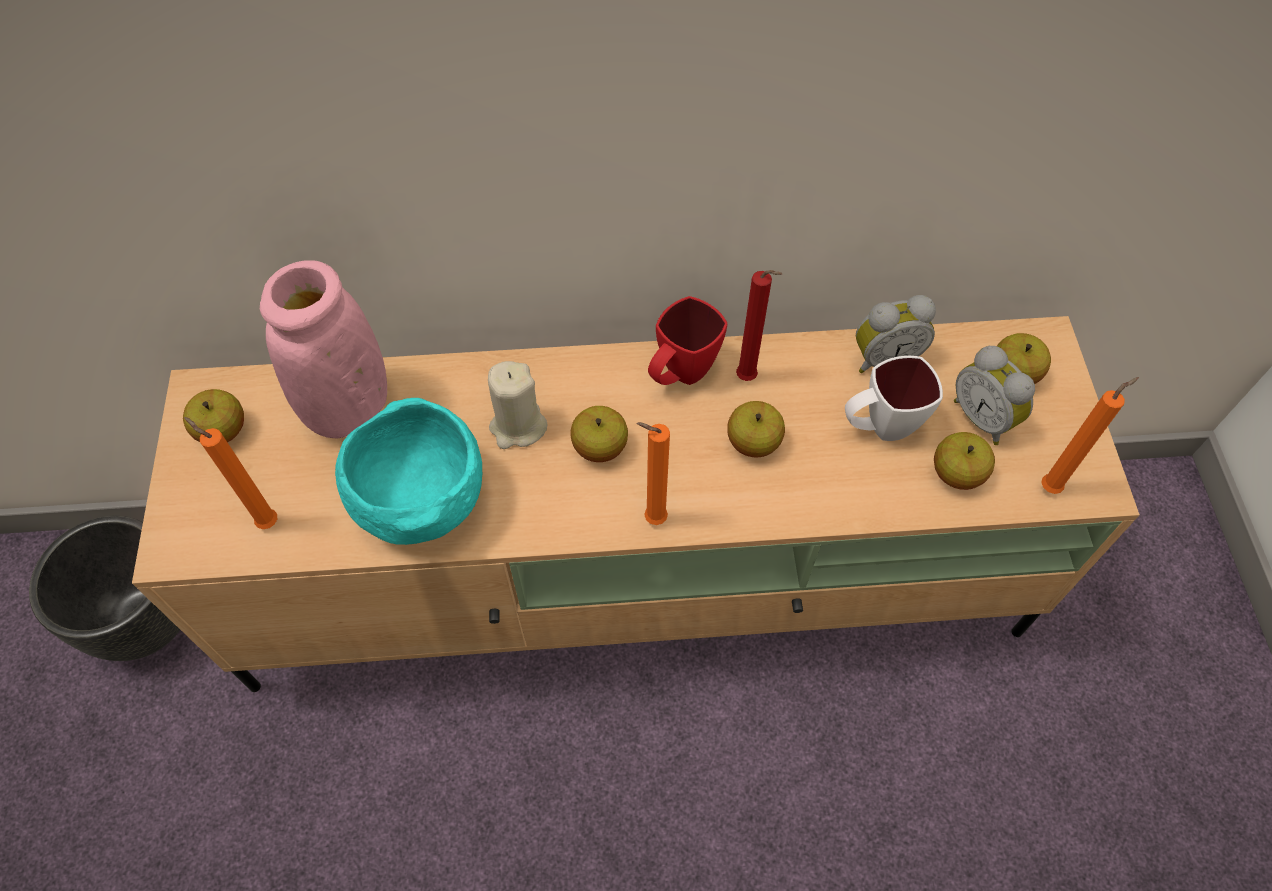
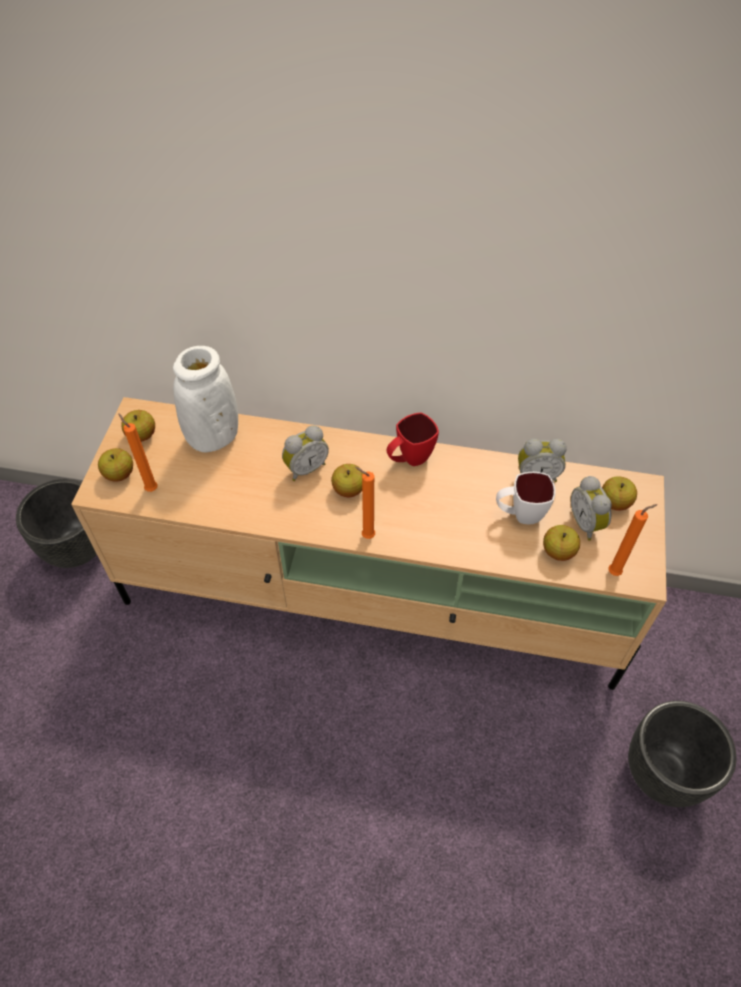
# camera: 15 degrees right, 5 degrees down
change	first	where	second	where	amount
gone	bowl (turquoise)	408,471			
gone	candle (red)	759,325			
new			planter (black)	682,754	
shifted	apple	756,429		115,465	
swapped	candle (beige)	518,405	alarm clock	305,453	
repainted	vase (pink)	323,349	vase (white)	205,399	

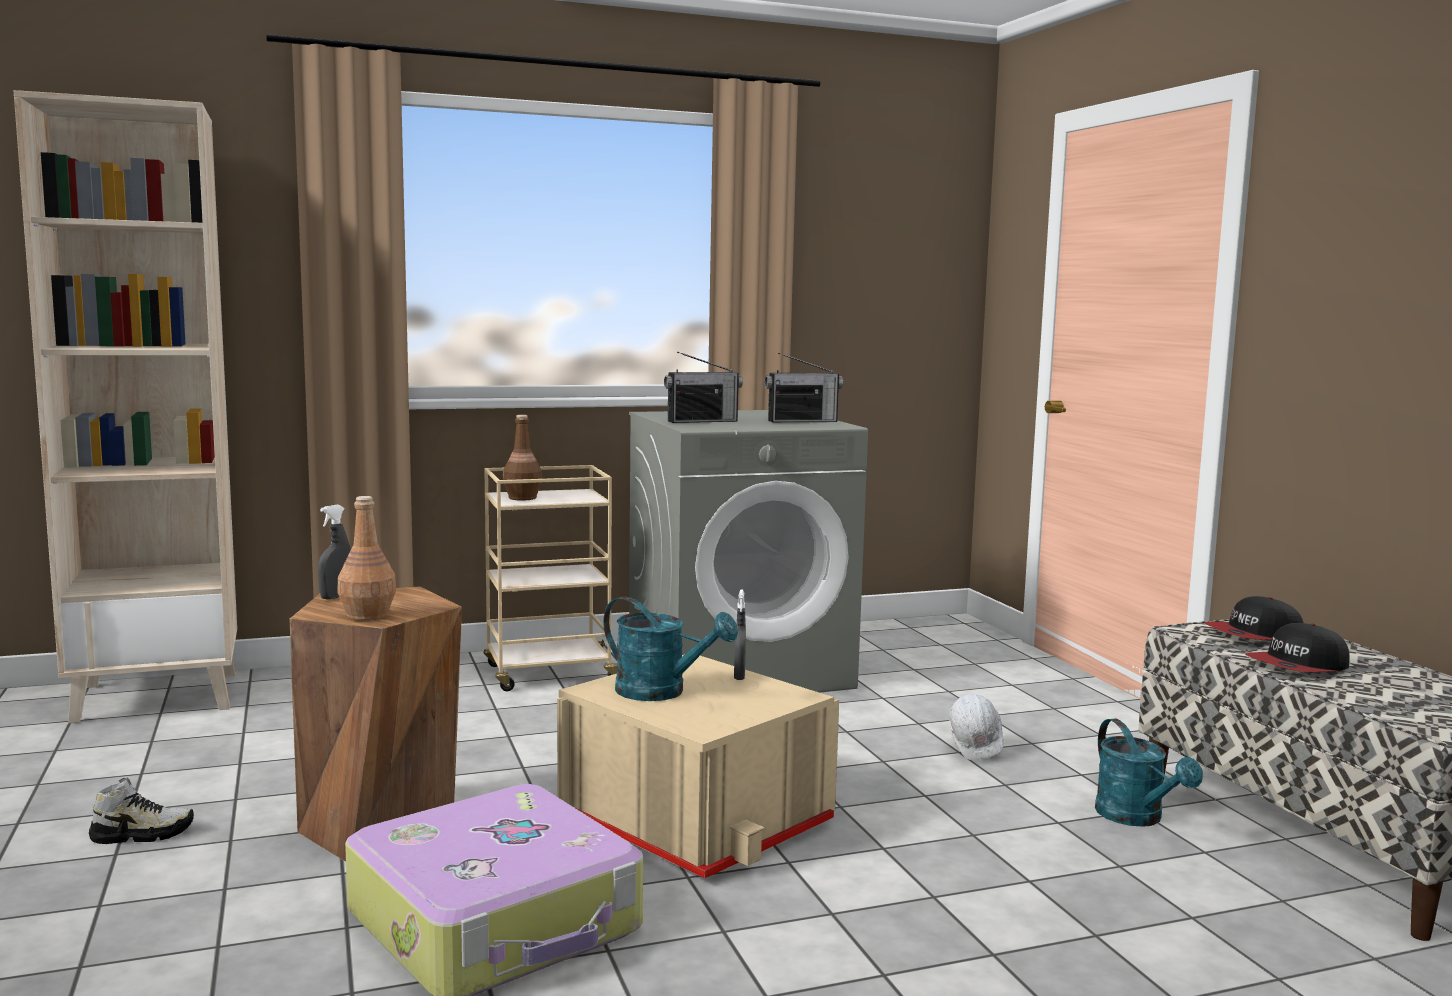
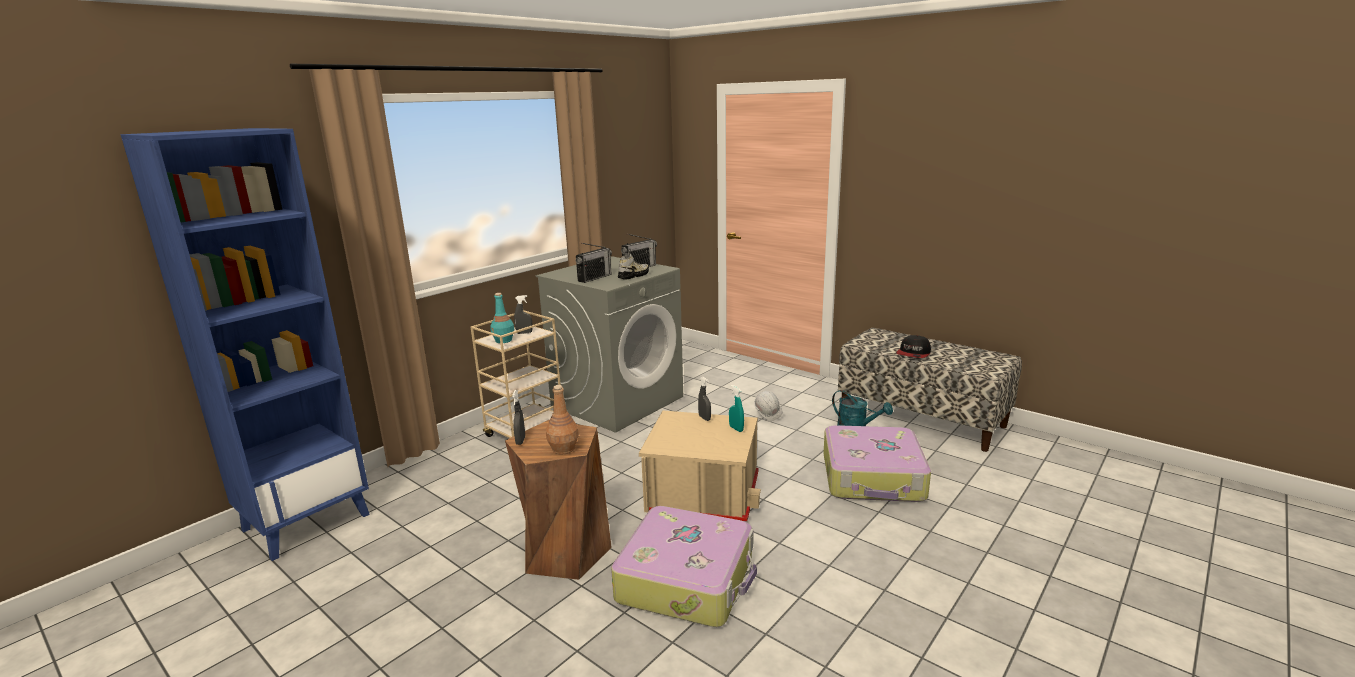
# camera: 30 degrees left, 10 degrees up
change	first	where	second	where	amount
gone	watering can (turquoise)	670,648			
gone	cap	1253,618			
new			spray bottle (grey)	523,314	
new			spray bottle (turquoise)	736,408	
new			suitcase	877,463	
shifted	shoe	141,810		633,266	
repainted	bookcase (beige)	125,407	bookcase (blue)	245,344	
repainted	bottle (brown)	522,458	bottle (turquoise)	502,318	

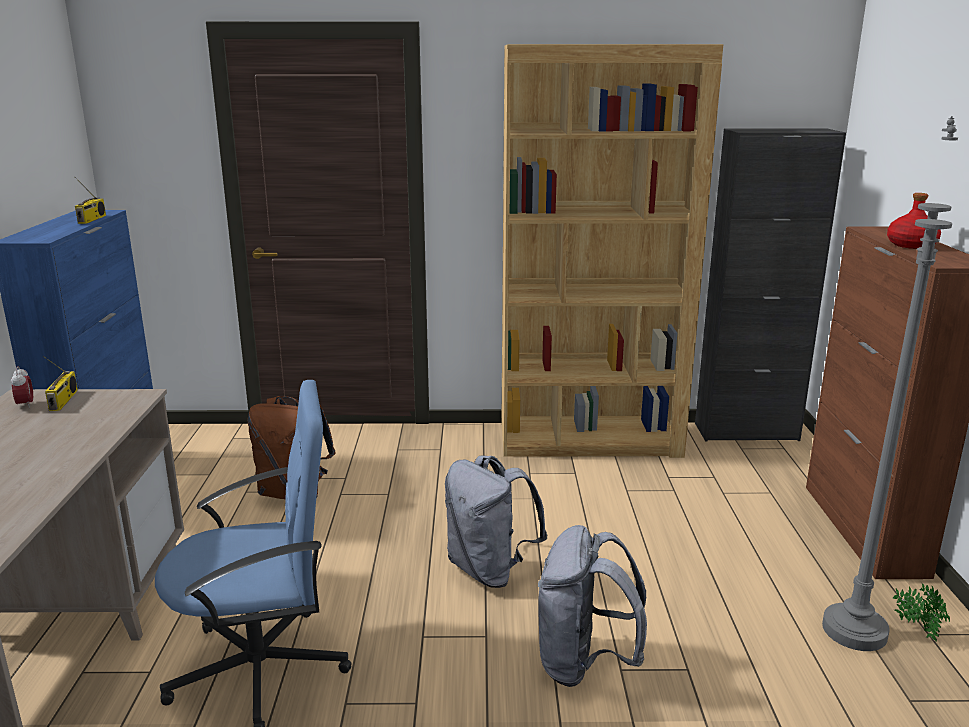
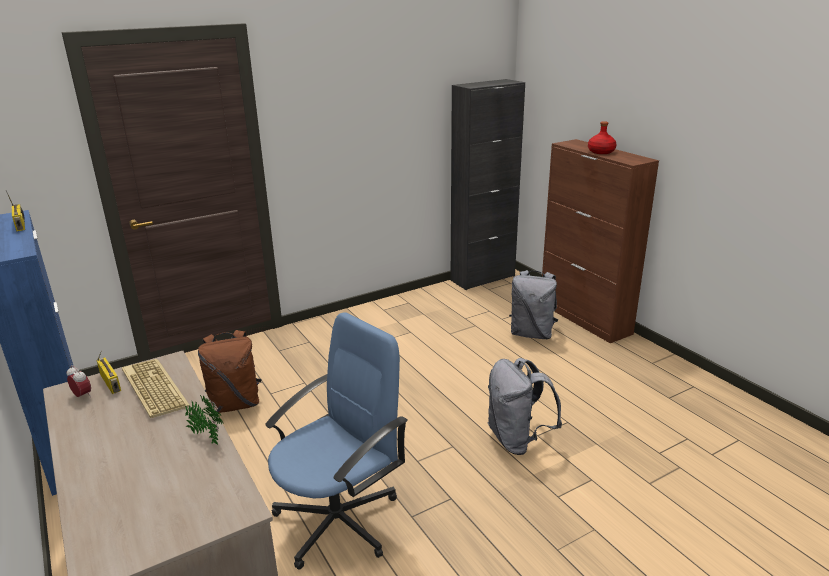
# camera: 30 degrees left, 5 degrees up
change	first	where	second	where	amount
gone	bookcase (brown)	612,251			
gone	floor lamp (grey)	890,383			
new			keyboard	156,388	
shifted	backpack (grey)	496,521		533,304	
shifted	potted plant	921,612		204,419	

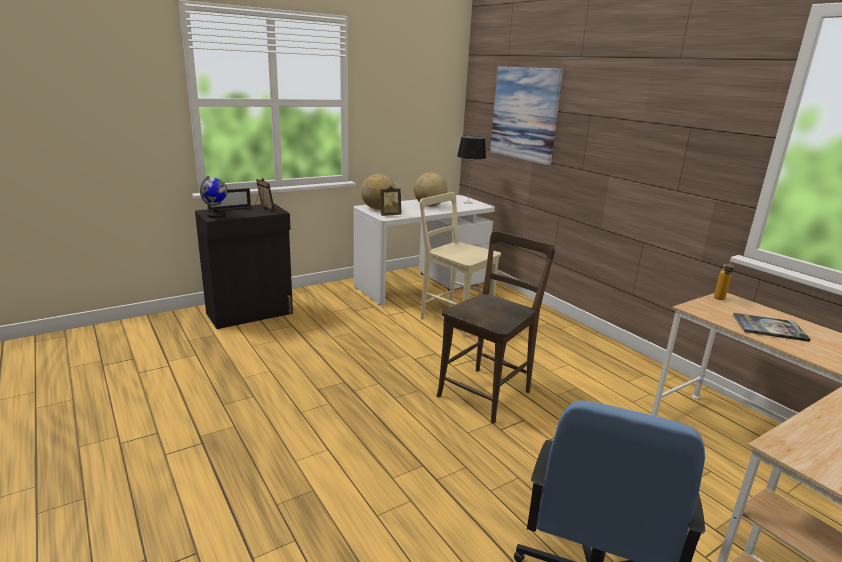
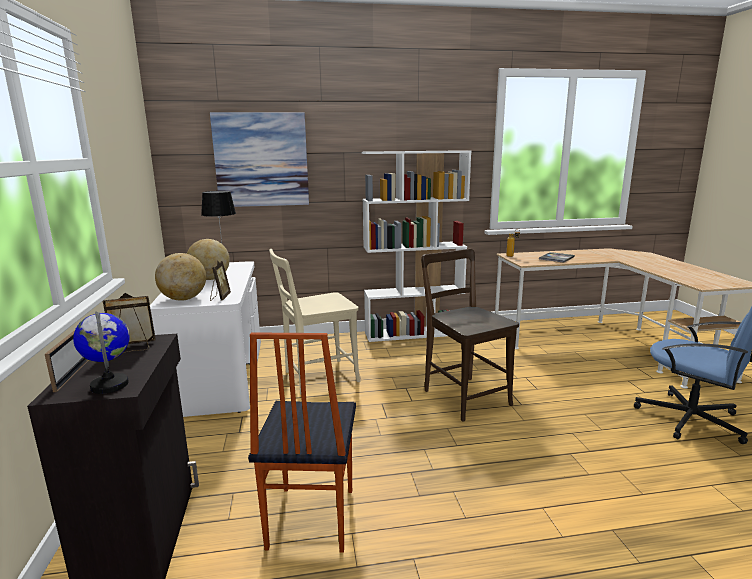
# camera: 65 degrees left, 5 degrees down
change	first	where	second	where	amount
new			chair	302,442	
new			bookcase (white)	416,246	

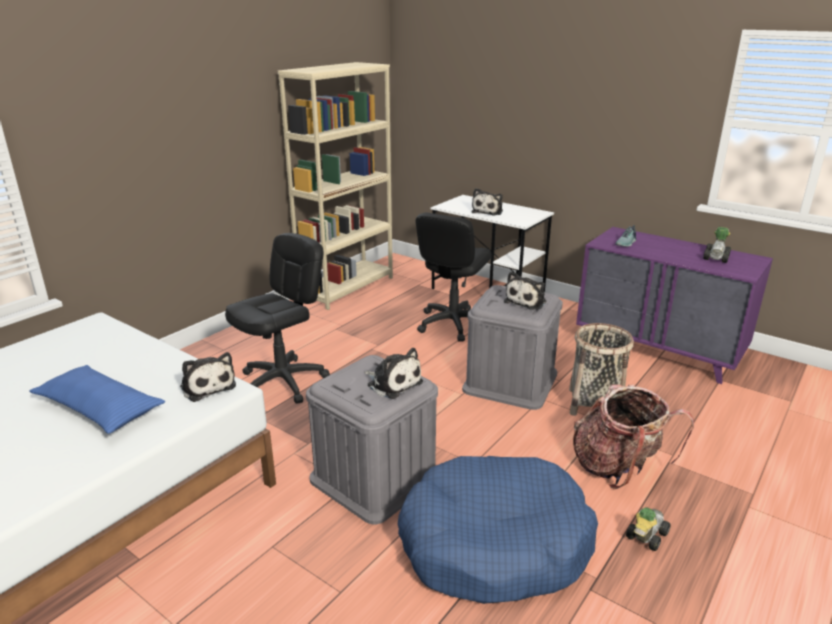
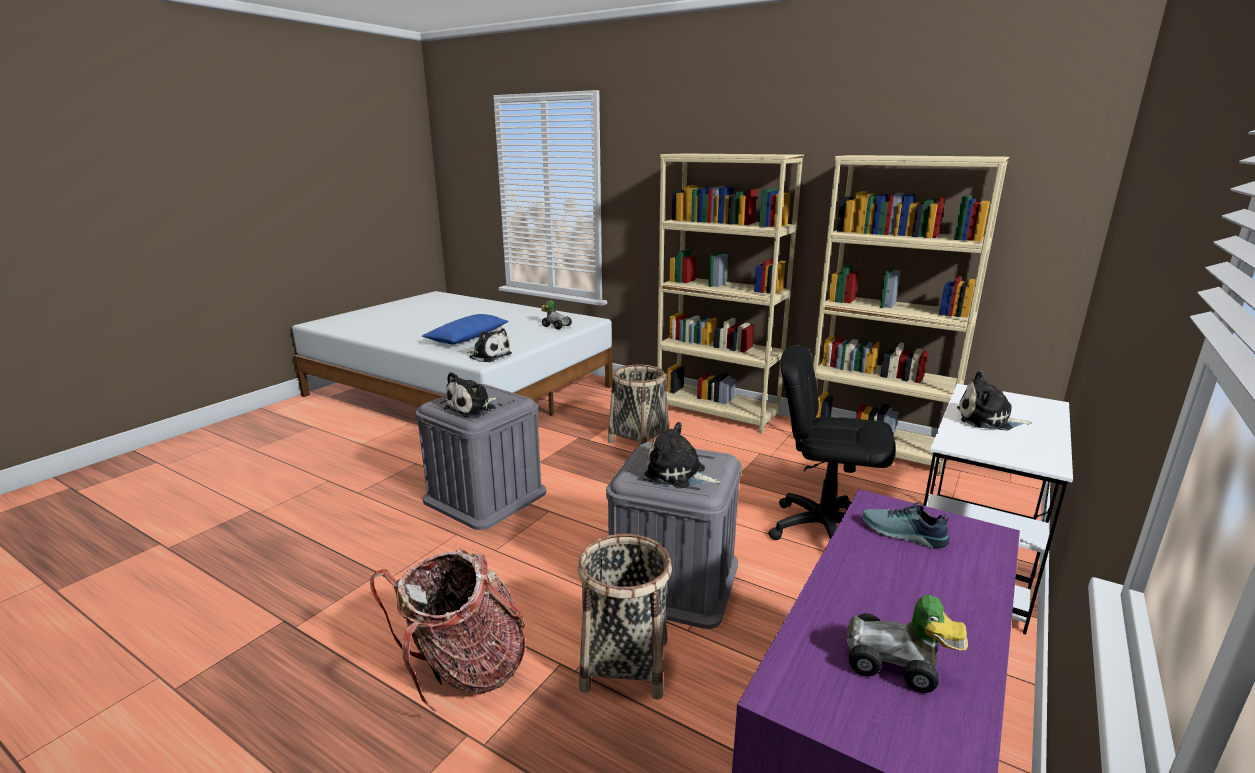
# camera: 85 degrees right, 5 degrees down
change	first	where	second	where	amount
gone	dog bed (blue)	498,530			
new			bookcase (beige)	730,293	
shifted	toy car	648,529		556,314	
swapped	office chair (black)	277,318	basket	638,405	
rotated	plush toy	208,377		489,345	105 degrees counterclockwise

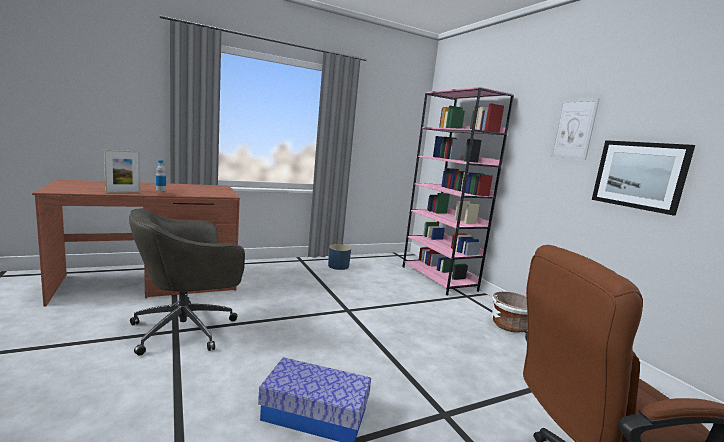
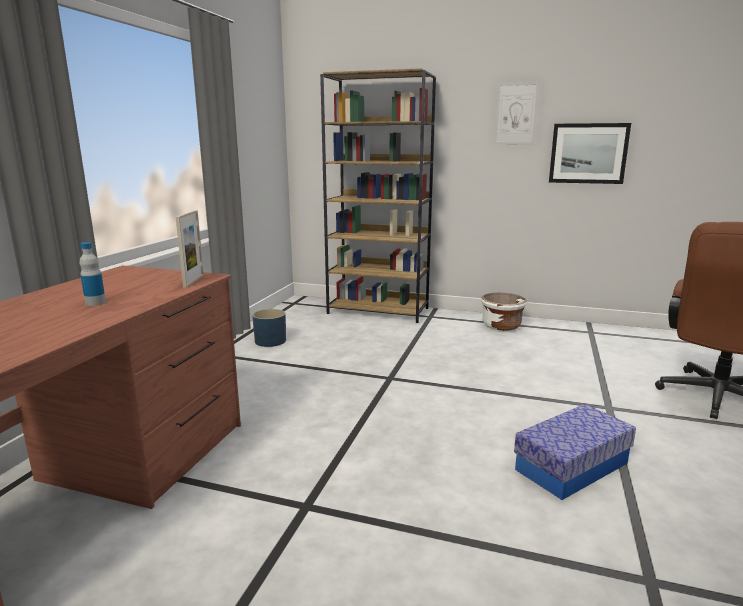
# camera: 45 degrees left, 5 degrees up
change	first	where	second	where	amount
gone	office chair (grey)	187,282			
shifted	picture frame	122,171		190,249	
repainted	bookcase (pink)	458,191	bookcase (brown)	378,195	

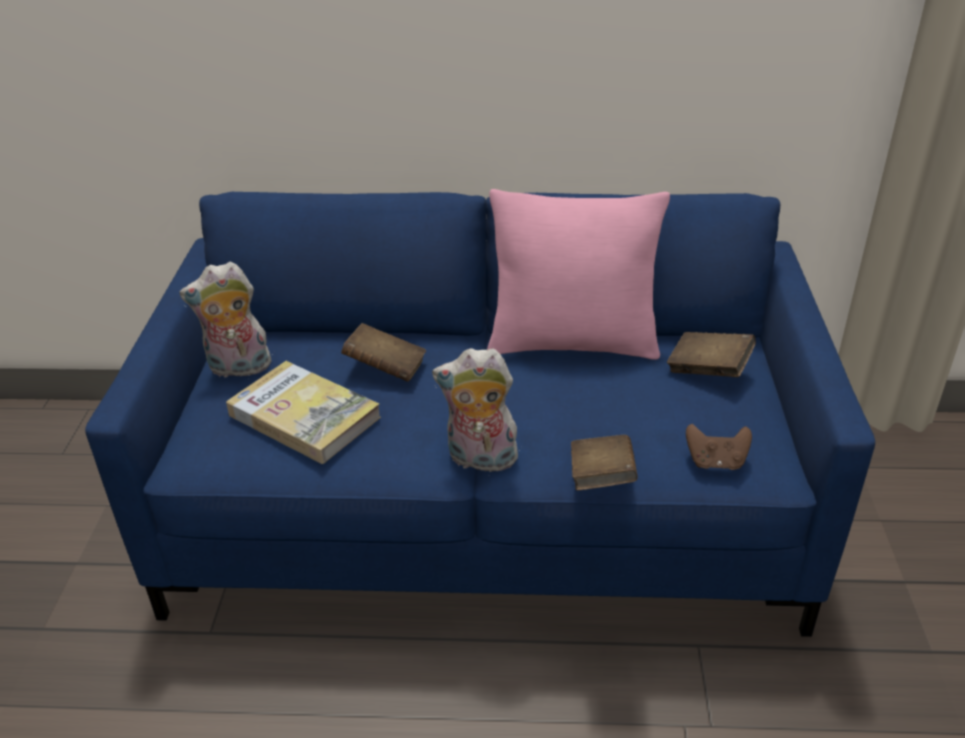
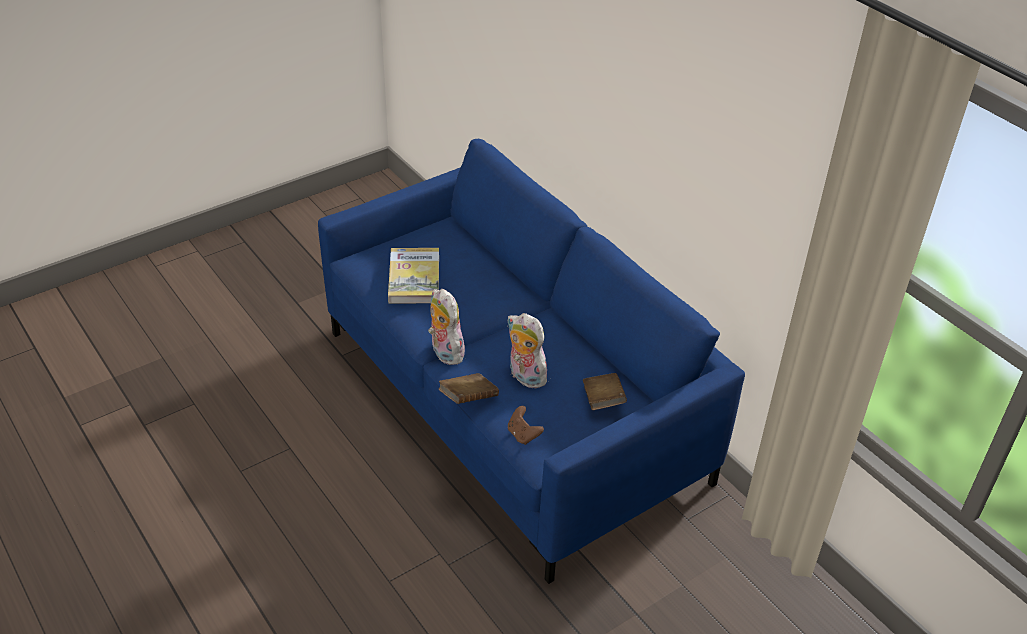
# camera: 50 degrees right, 5 degrees up
change	first	where	second	where	amount
gone	book (brown)	383,352			
gone	pillow (pink)	578,274			
shifted	plush toy	226,320		530,351	

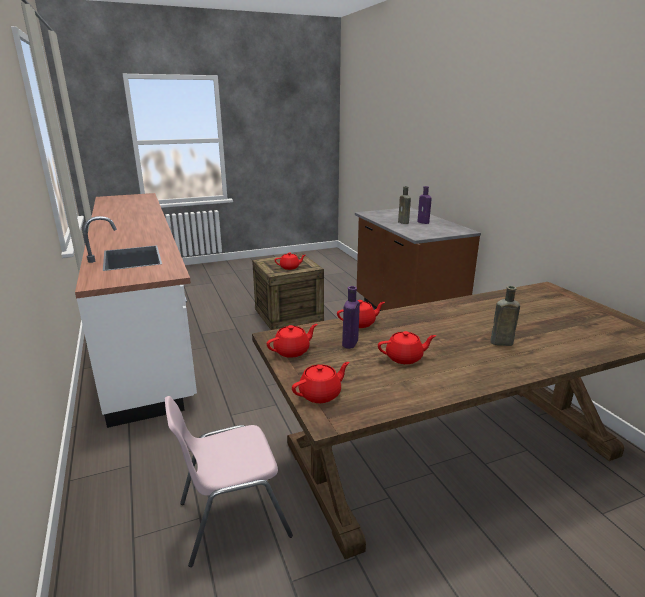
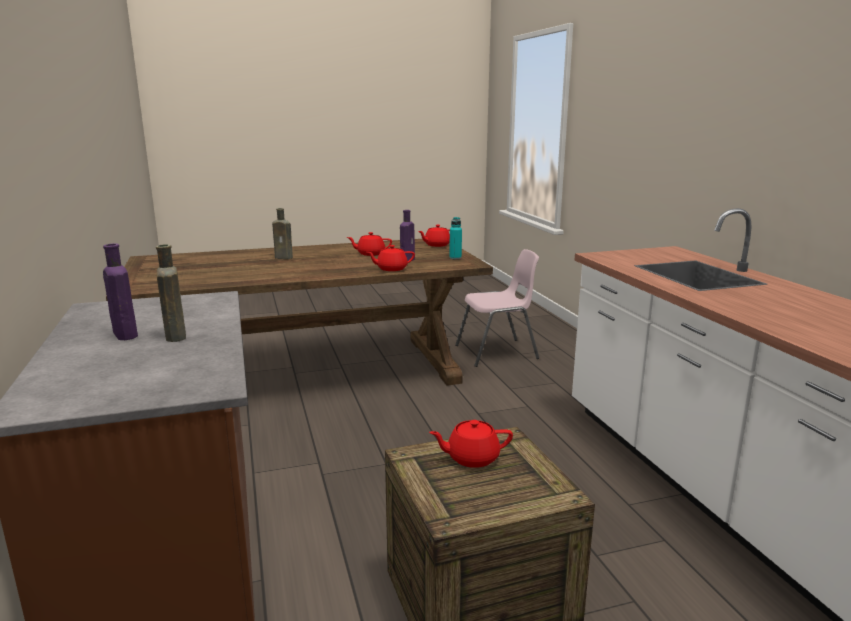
# camera: 175 degrees left, 5 degrees down
change	first	where	second	where	amount
swapped	teapot (red)	292,341	bottle (turquoise)	455,238	

